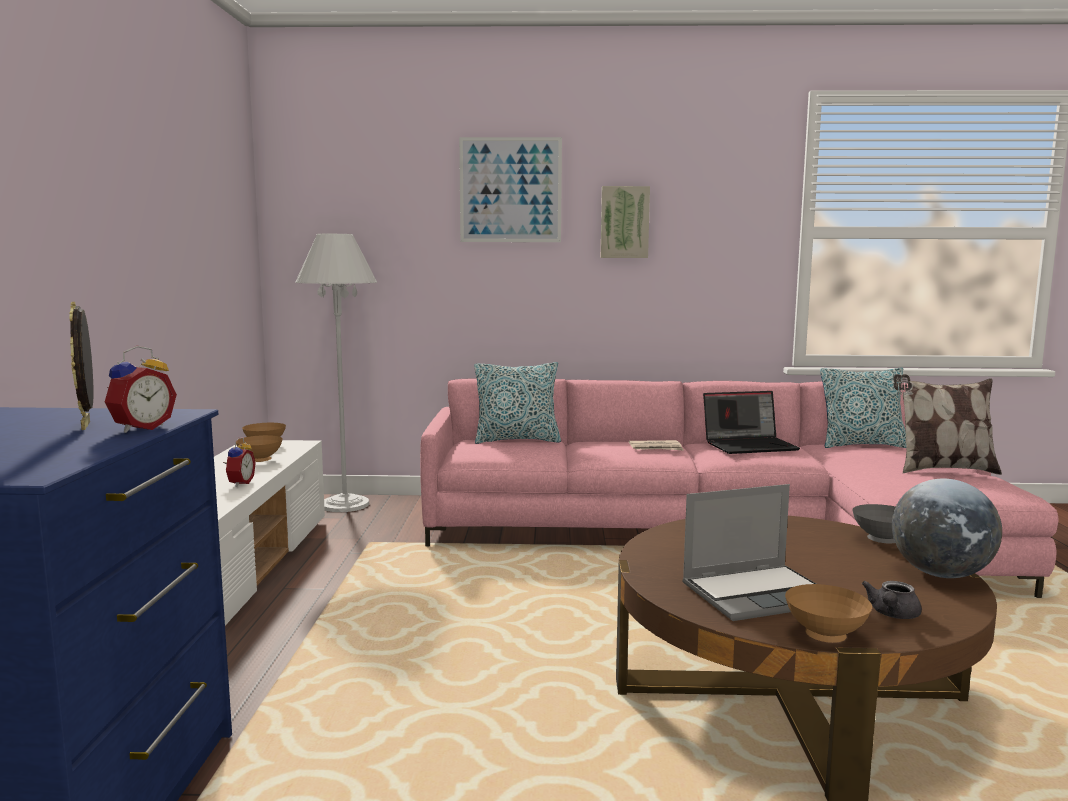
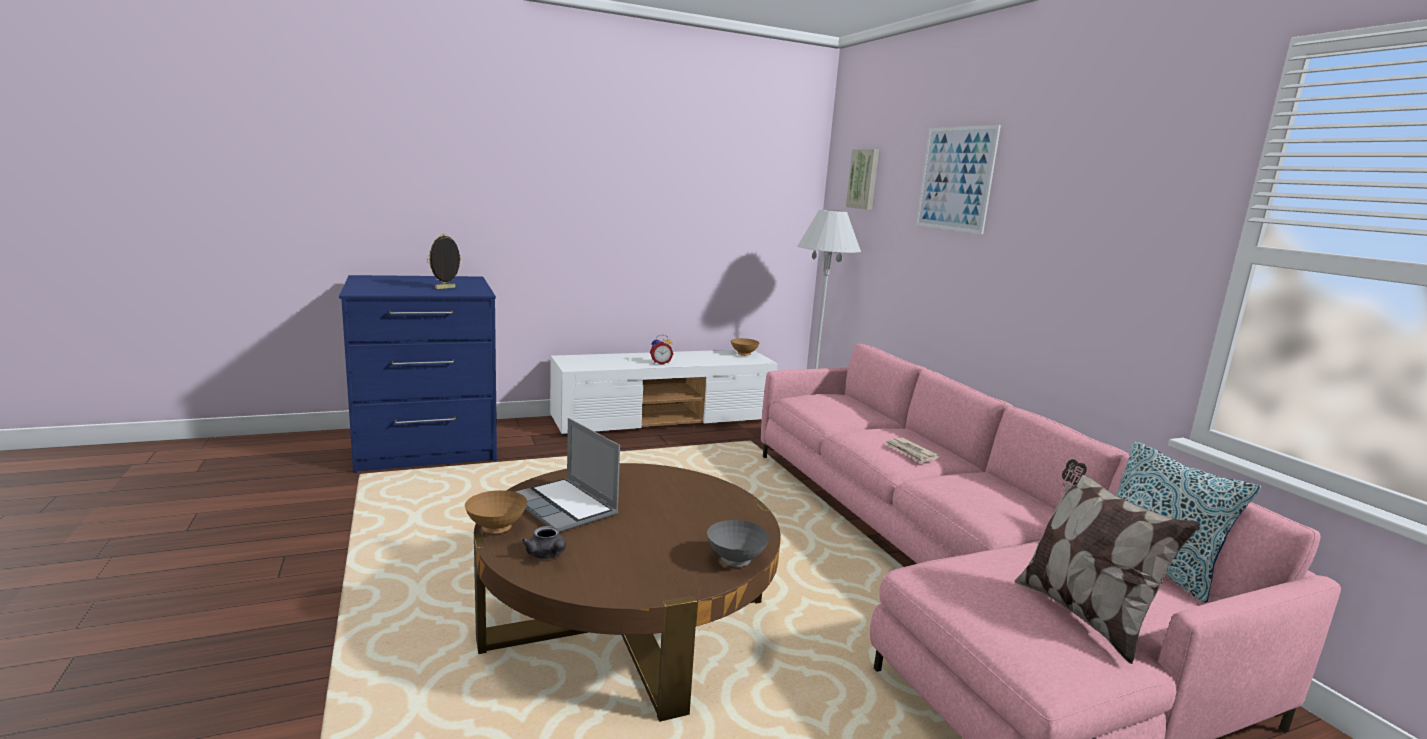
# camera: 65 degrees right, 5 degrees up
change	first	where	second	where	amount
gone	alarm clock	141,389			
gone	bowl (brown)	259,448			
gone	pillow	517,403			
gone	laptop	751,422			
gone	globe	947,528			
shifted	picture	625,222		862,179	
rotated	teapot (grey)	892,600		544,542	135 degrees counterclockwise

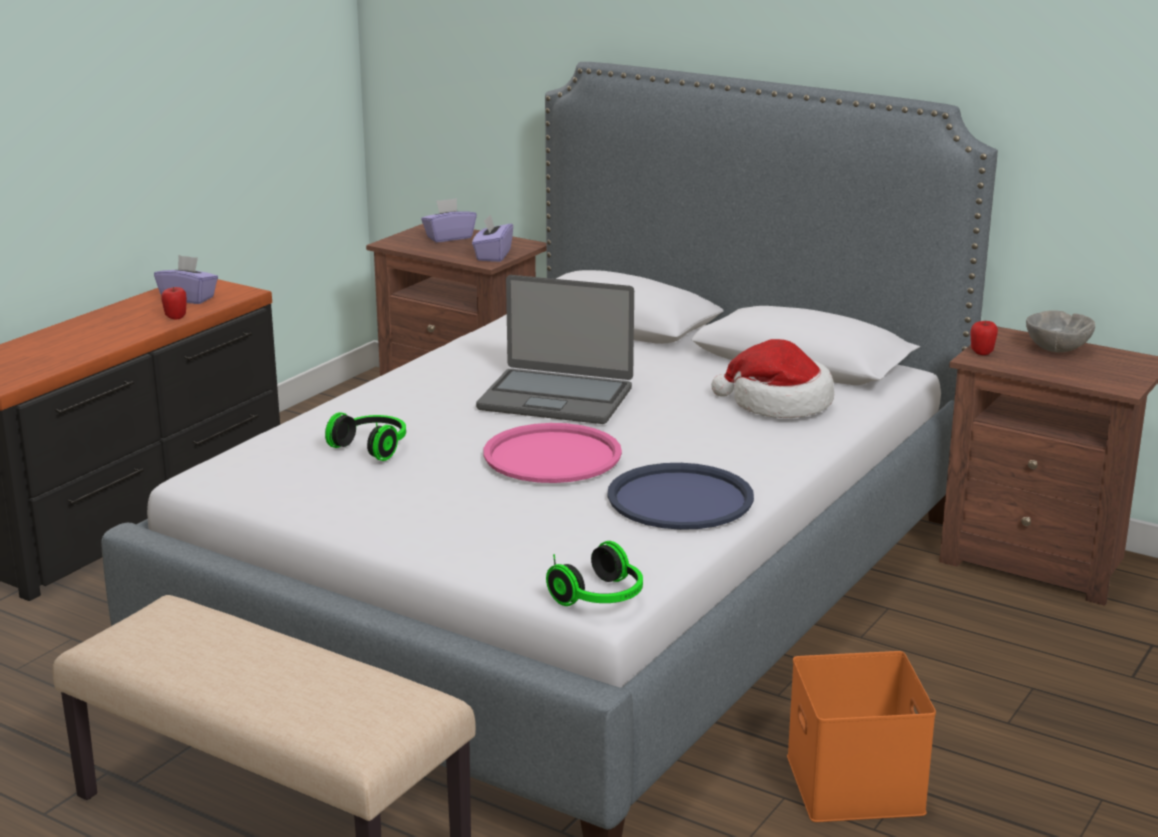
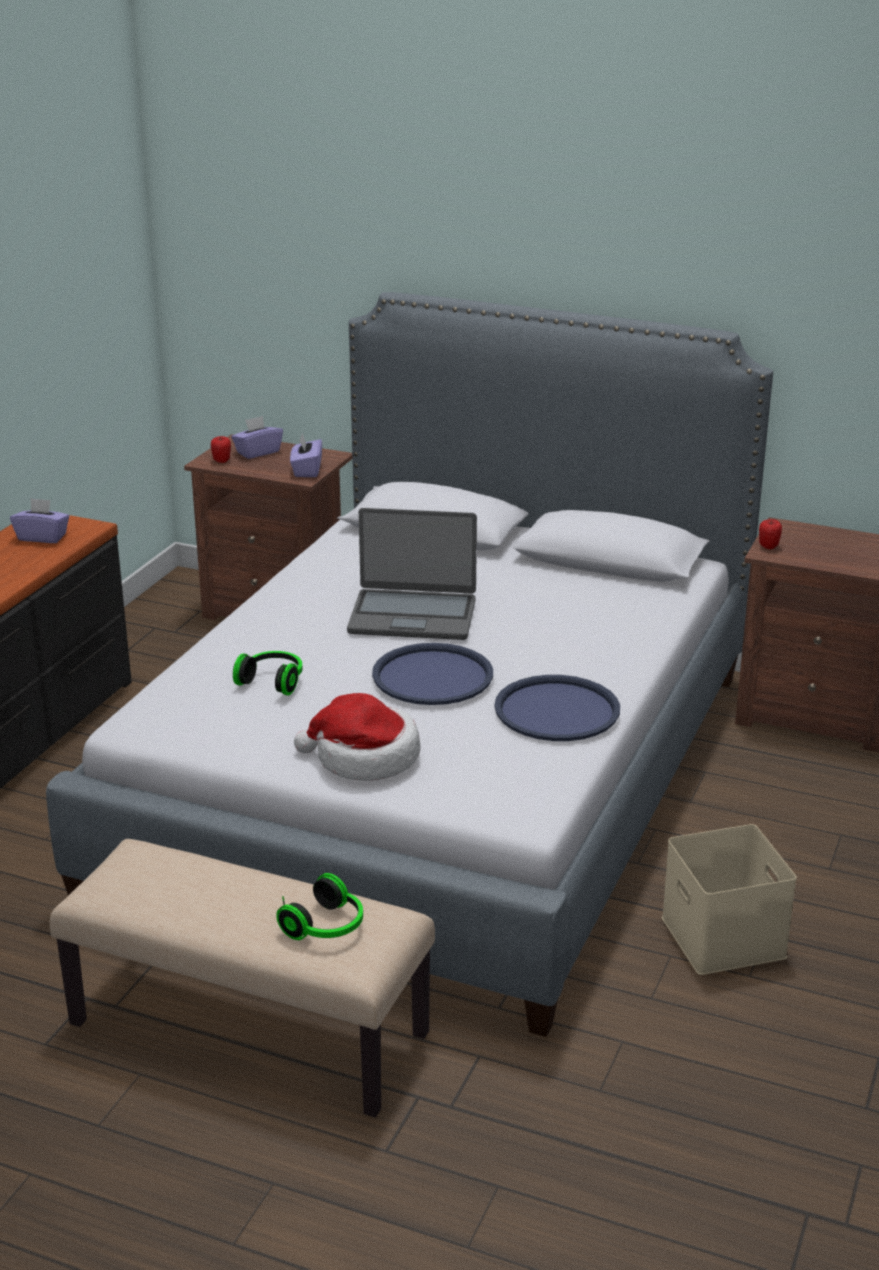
# camera: 10 degrees left, 5 degrees up
change	first	where	second	where	amount
gone	bowl (grey)	1060,331			
shifted	apple	174,303		221,449	
shifted	headphones	594,573		319,906	
shifted	hat	772,378		357,737	
repainted	tray (pink)	553,453	tray (blue)	432,674	
repainted	storage box (orange)	861,736	storage box (beige)	729,899	

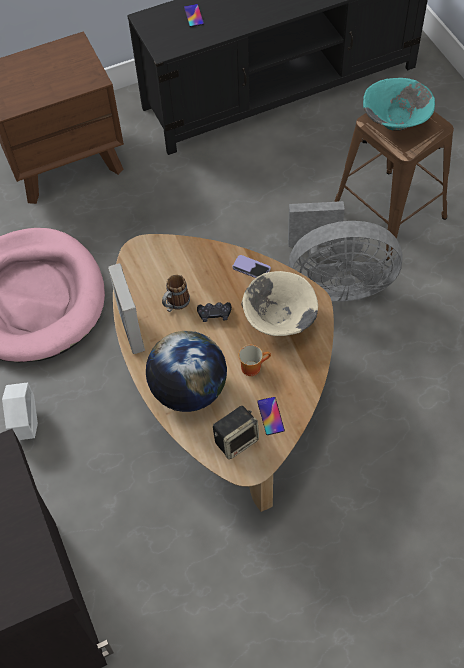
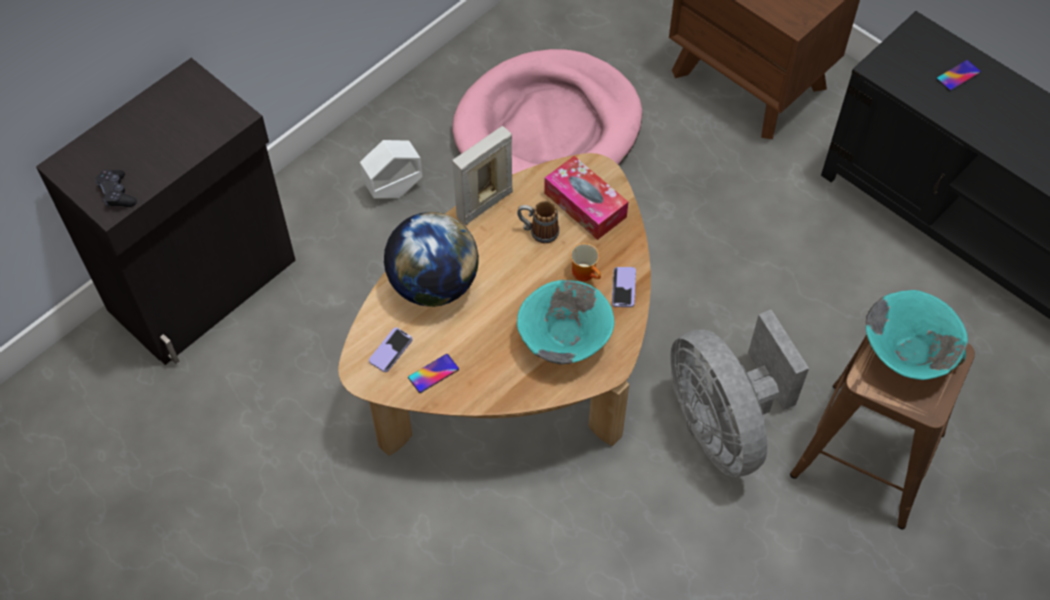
# camera: 65 degrees right, 0 degrees up
change	first	where	second	where	amount
new			tissue box	586,198	
shifted	game controller (black)	214,312		116,188	
shifted	mug	254,360		585,262	
swapped	speaker	236,432	phone	390,349	
repainted	bowl (beige)	279,303	bowl (turquoise)	565,322	

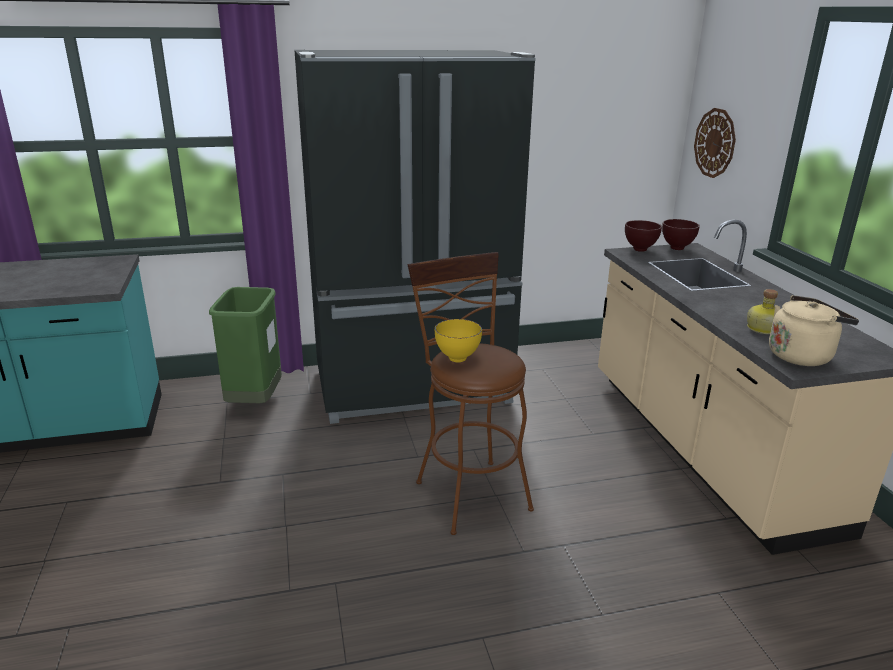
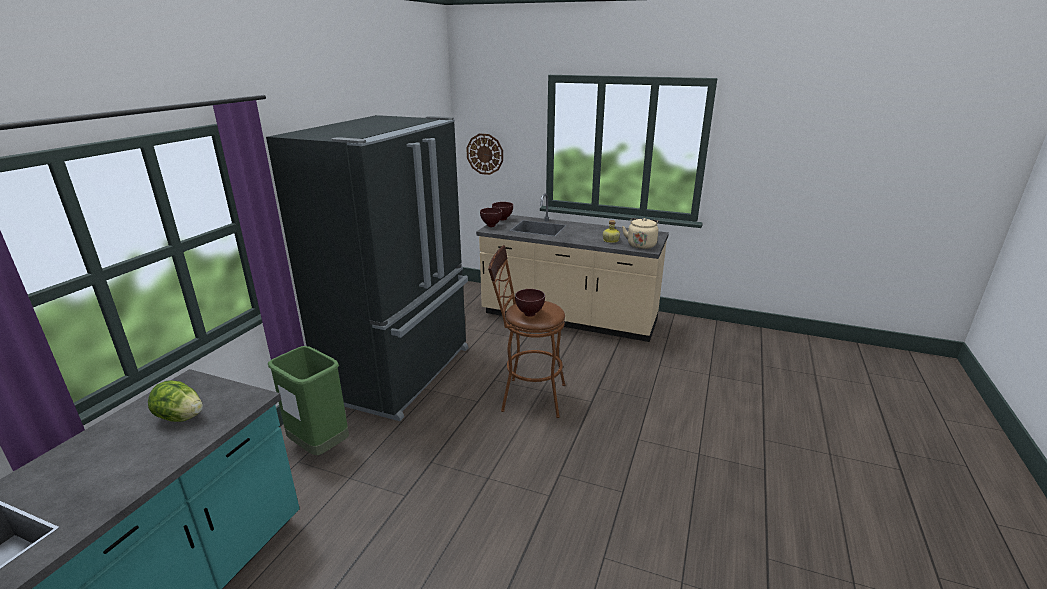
# camera: 55 degrees left, 0 degrees up
change	first	where	second	where	amount
new			lettuce	175,401	
repainted	bowl (yellow)	458,340	bowl (brown)	530,303	

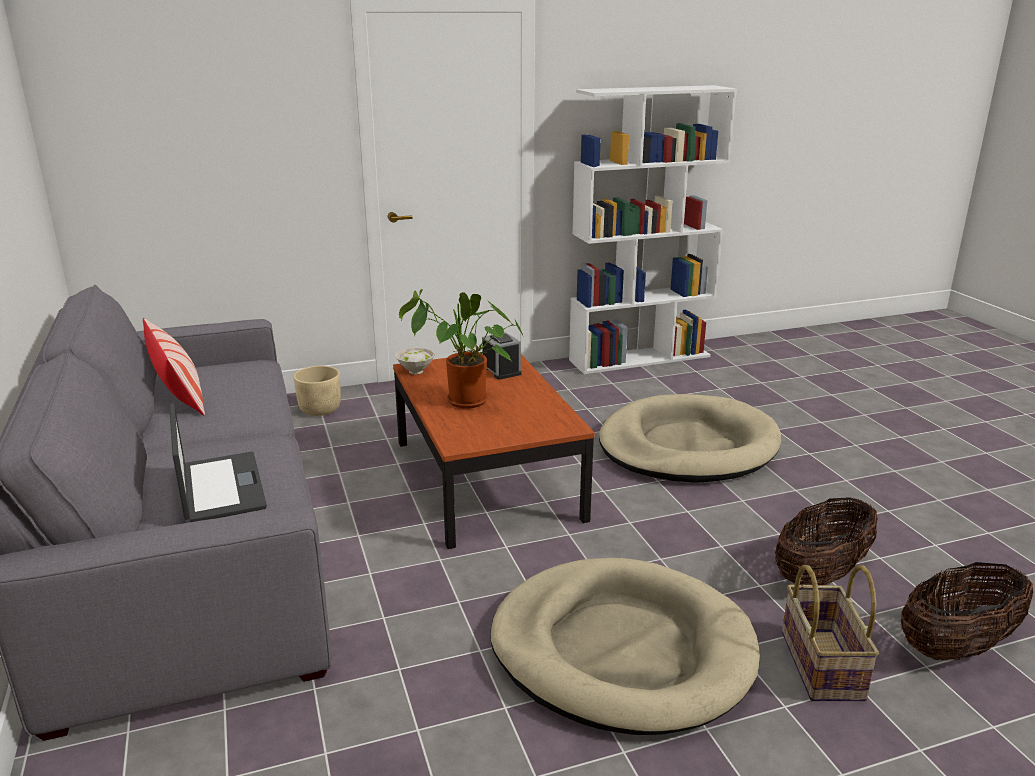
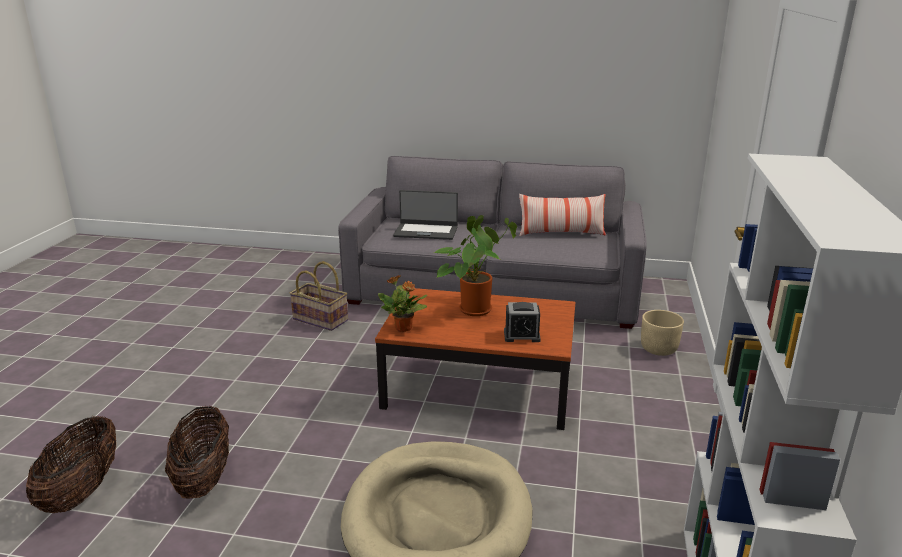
# camera: 120 degrees right, 0 degrees up
change	first	where	second	where	amount
gone	bowl (white)	415,361			
gone	dog bed (beige)	625,646			
new			potted plant	403,303	
shifted	basket	830,633		318,296	

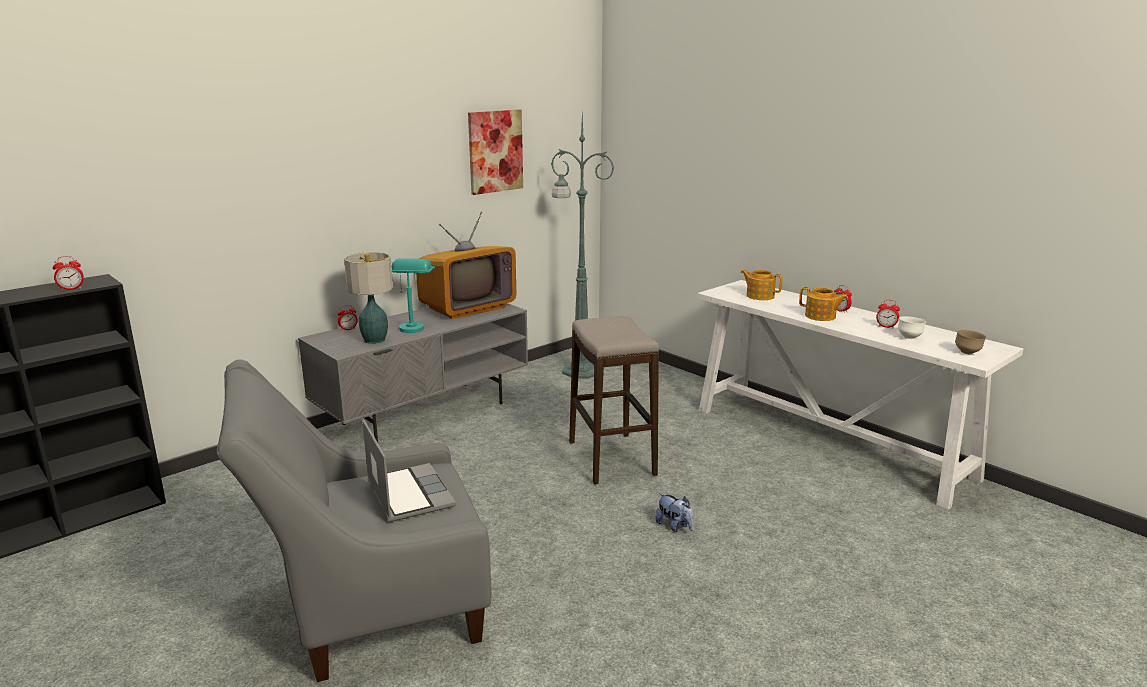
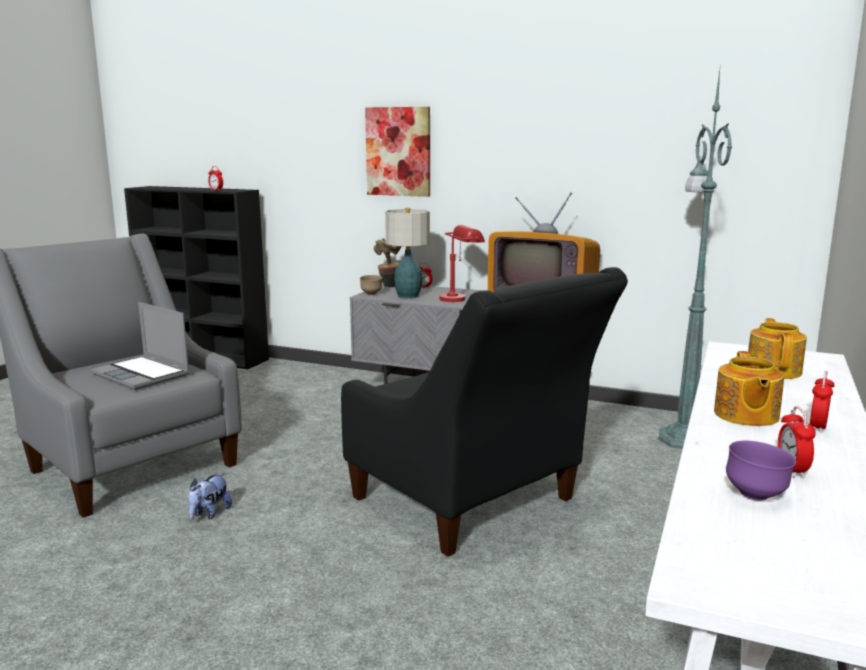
# camera: 65 degrees right, 5 degrees down
change	first	where	second	where	amount
new			potted plant	388,262	
shifted	picture	495,152		397,152	
shifted	plush toy	674,512		210,496	
shifted	bowl (brown)	970,341		371,285	
swapped	stool	614,400	armchair (black)	484,412	
repainted	table lamp (turquoise)	413,295	table lamp (red)	462,263	
repainted	bowl (white)	912,327	bowl (purple)	761,471	
rotated	laptop	409,471		140,346	90 degrees clockwise

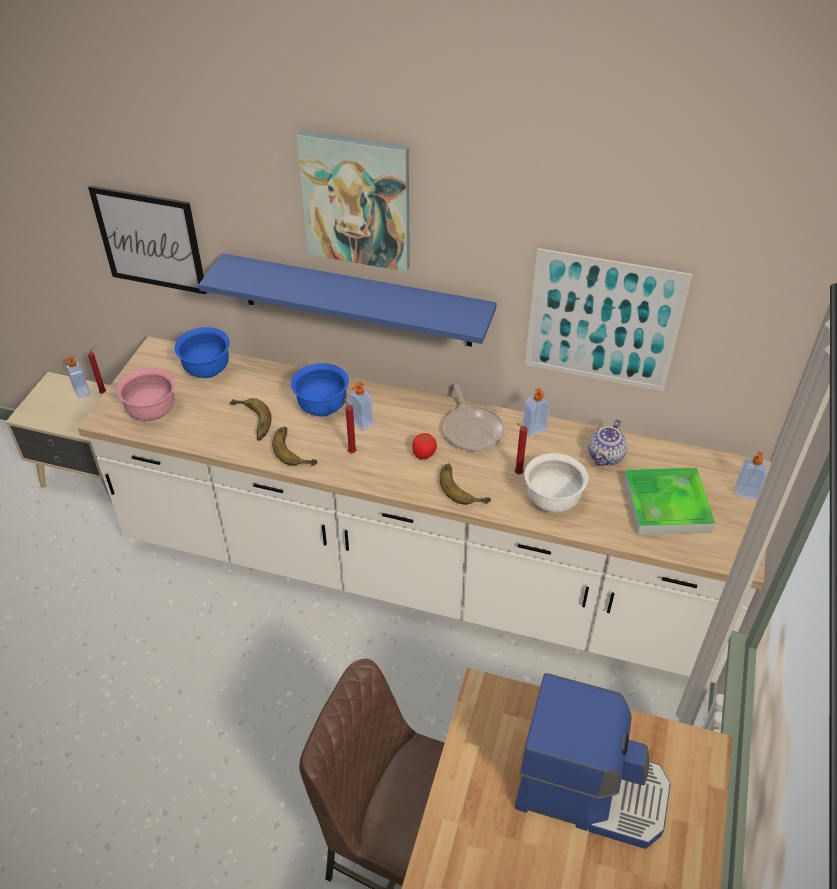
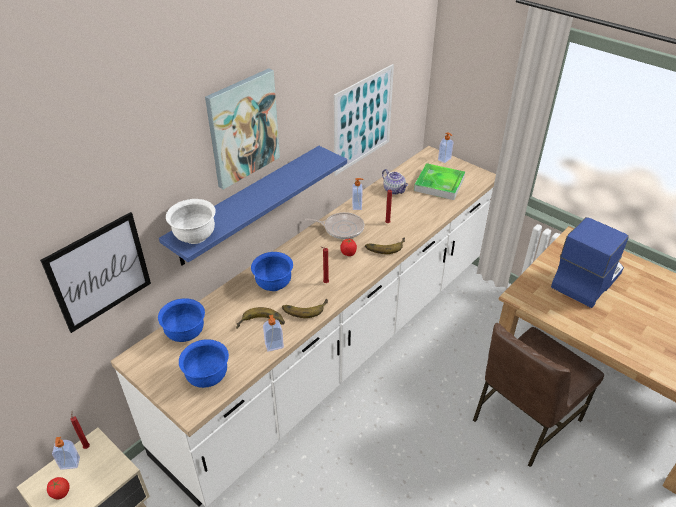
# camera: 65 degrees left, 5 degrees down
change	first	where	second	where	amount
new			tomato	58,488	
shifted	soap dispenser	361,406		273,333	
shifted	bowl (white)	556,483		191,221	
repainted	bowl (pink)	145,394	bowl (blue)	204,363	

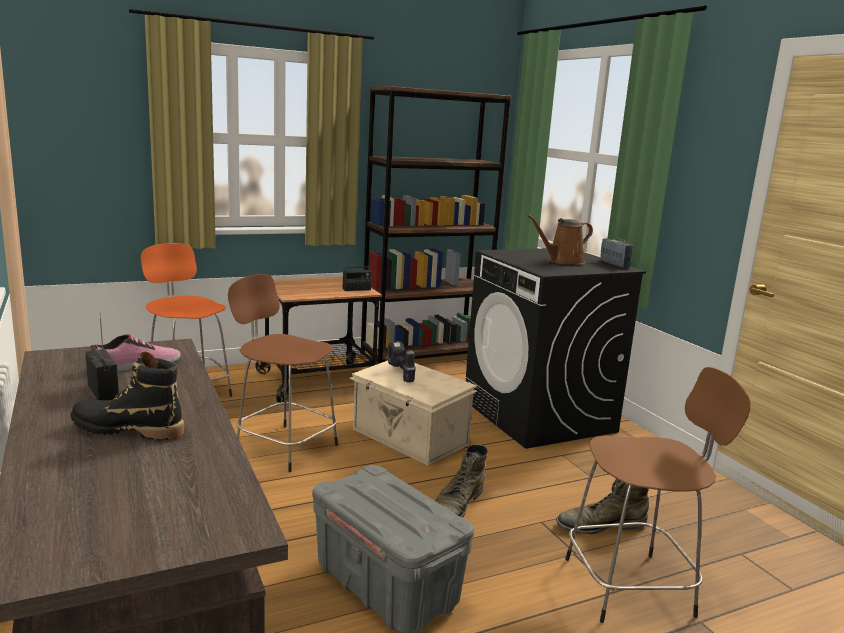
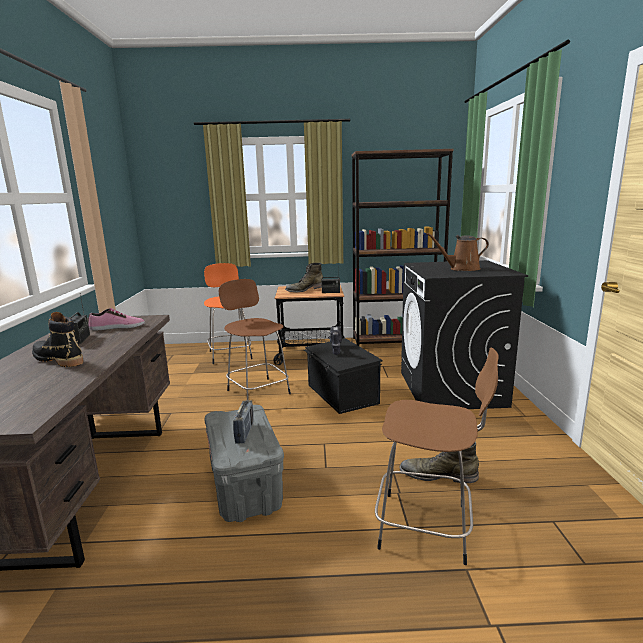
# camera: 25 degrees right, 0 degrees up
change	first	where	second	where	amount
shifted	boot (green)	462,481		304,278	
shifted	radio	616,252		243,422	
repainted	storage box (beige)	413,412	storage box (black)	343,376	

